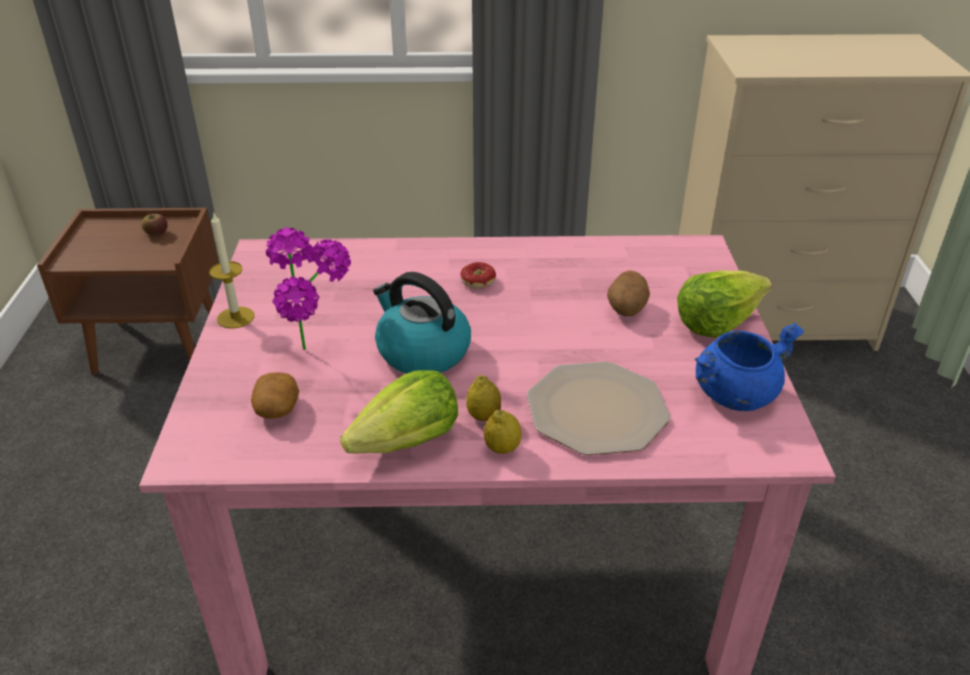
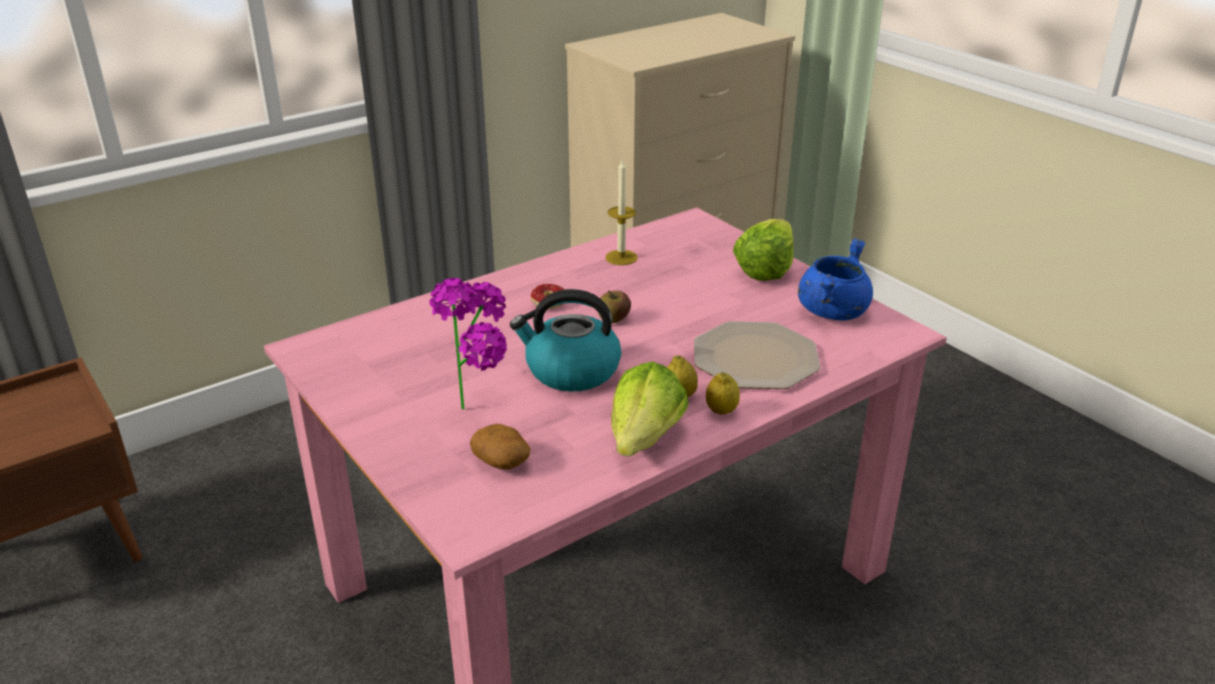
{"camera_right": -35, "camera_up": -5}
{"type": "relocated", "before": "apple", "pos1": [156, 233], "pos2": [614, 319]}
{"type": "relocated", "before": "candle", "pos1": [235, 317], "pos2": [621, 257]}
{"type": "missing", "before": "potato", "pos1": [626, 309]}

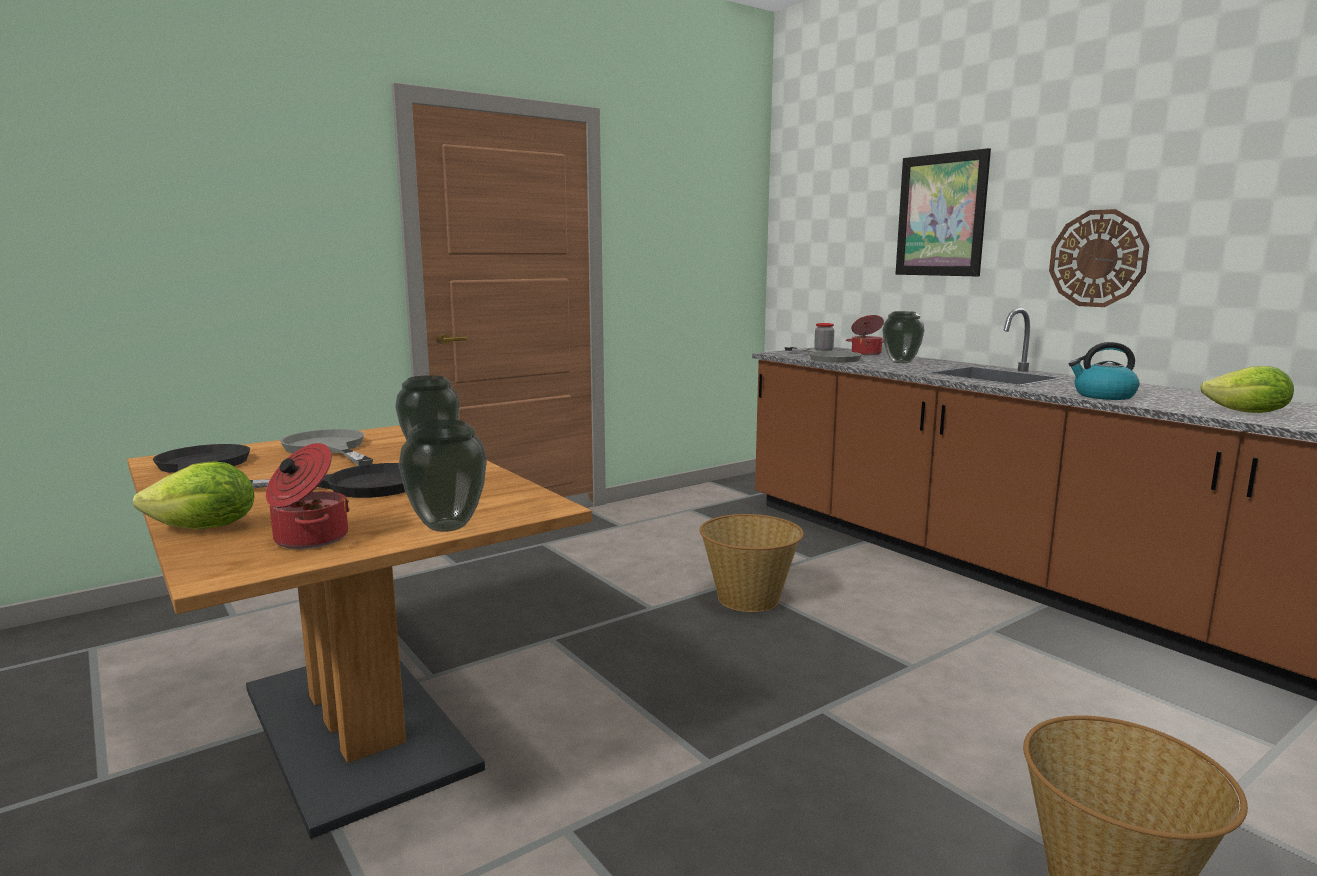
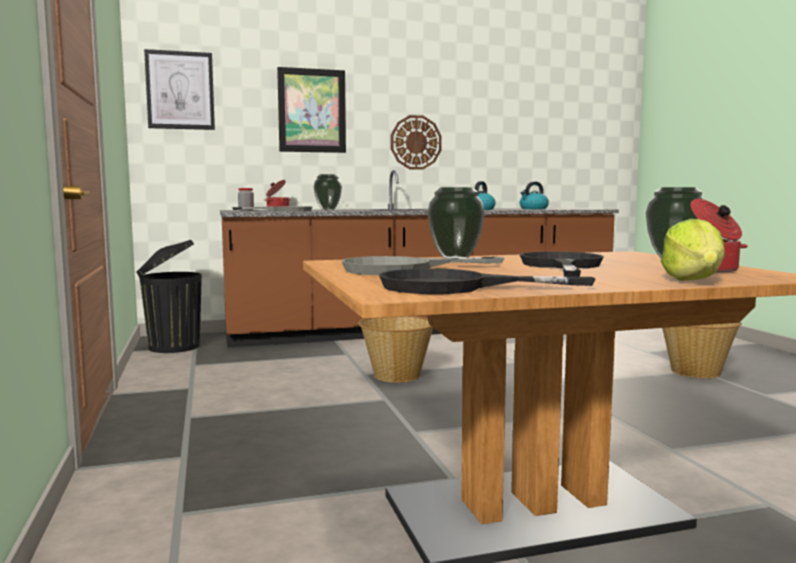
{"camera_right": -70, "camera_up": -5}
{"type": "exchanged", "before": "lettuce", "after": "kettle", "pos1": [1247, 413], "pos2": [533, 209]}
{"type": "appeared", "after": "black trash can", "pos2": [172, 347]}
{"type": "appeared", "after": "picture", "pos2": [180, 90]}

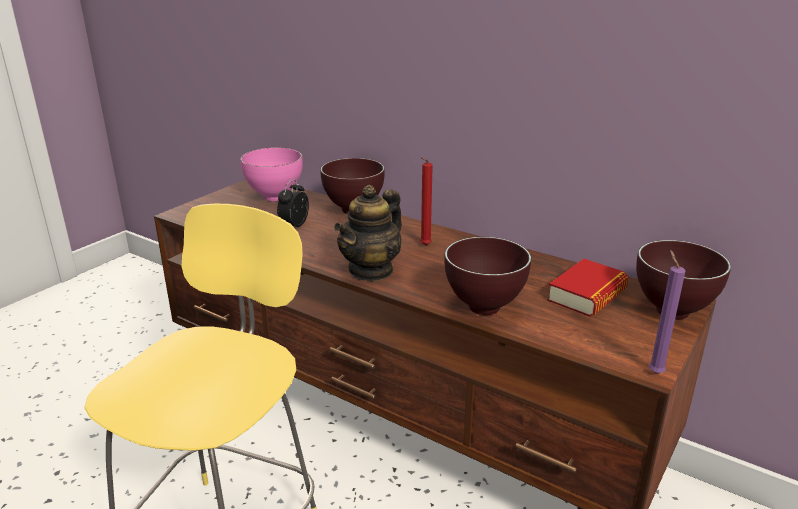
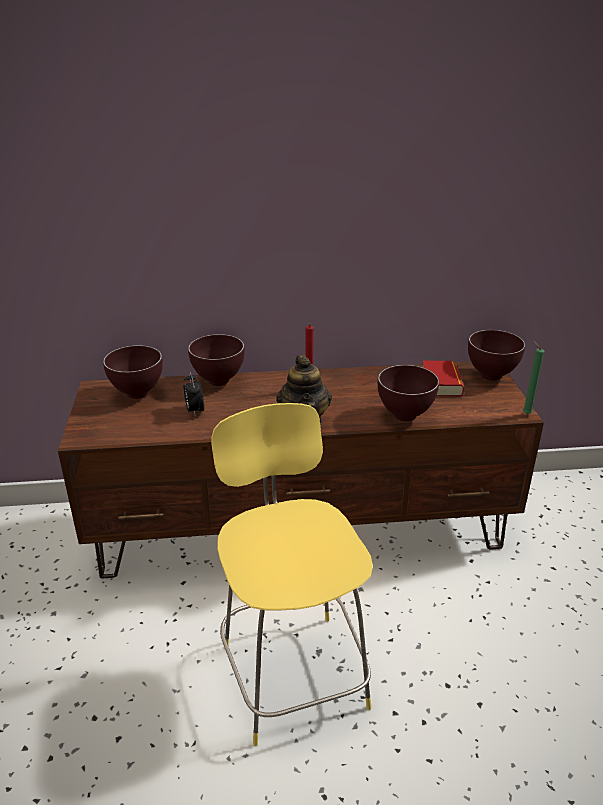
{"camera_right": -40, "camera_up": 5}
{"type": "colour", "before": "pink bowl", "after": "brown bowl", "pos1": [275, 197], "pos2": [137, 393]}
{"type": "colour", "before": "purple candle", "after": "green candle", "pos1": [654, 372], "pos2": [525, 414]}

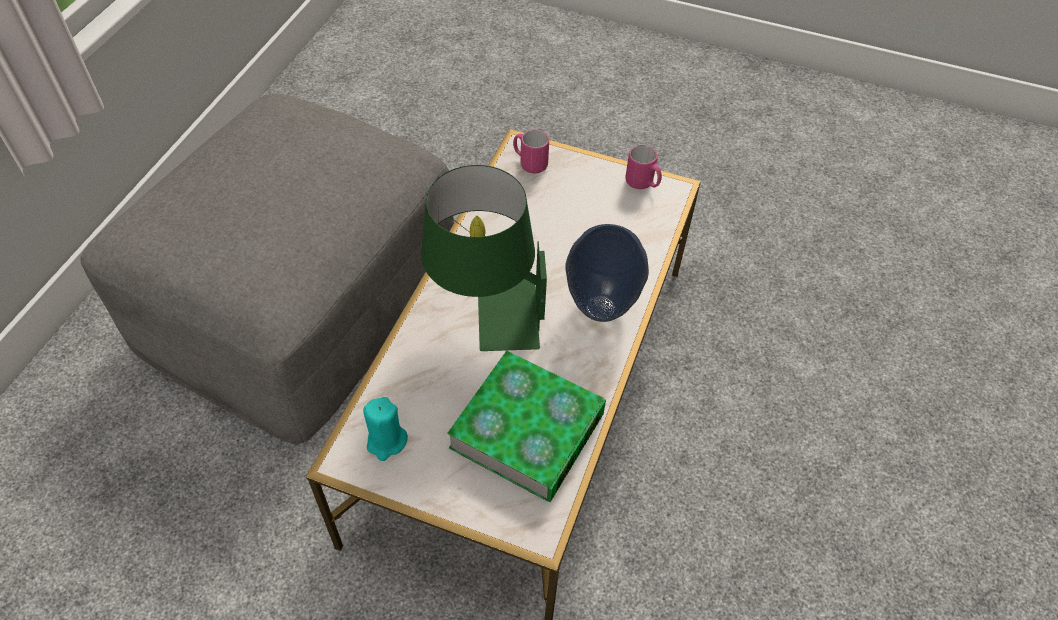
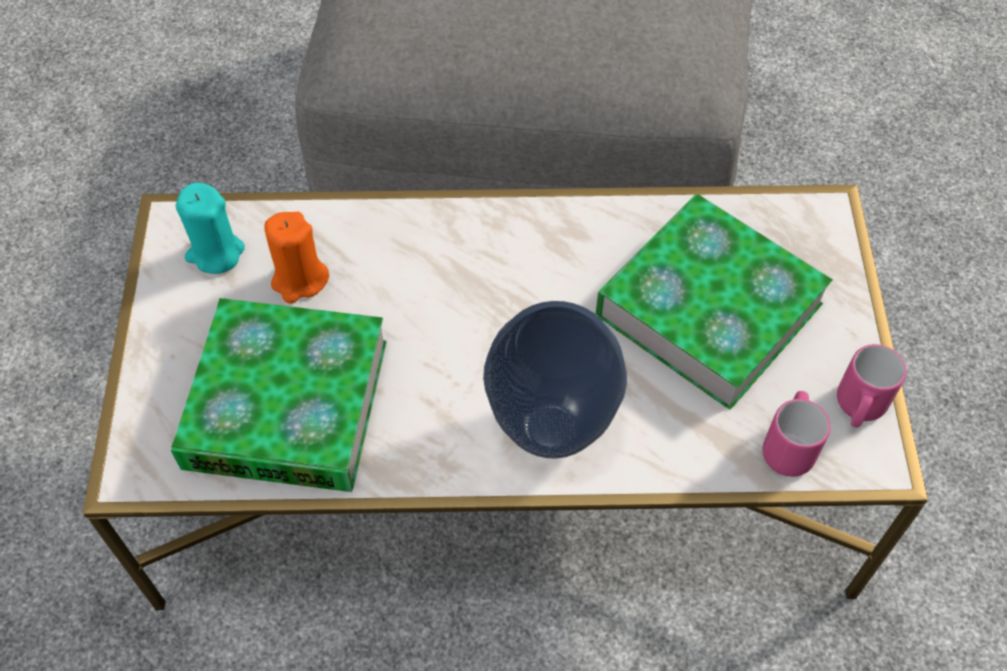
{"camera_right": 70, "camera_up": 5}
{"type": "missing", "before": "green table lamp", "pos1": [487, 314]}
{"type": "relocated", "before": "pink mug", "pos1": [529, 163], "pos2": [788, 445]}
{"type": "appeared", "after": "orange candle", "pos2": [299, 279]}
{"type": "appeared", "after": "book", "pos2": [708, 309]}

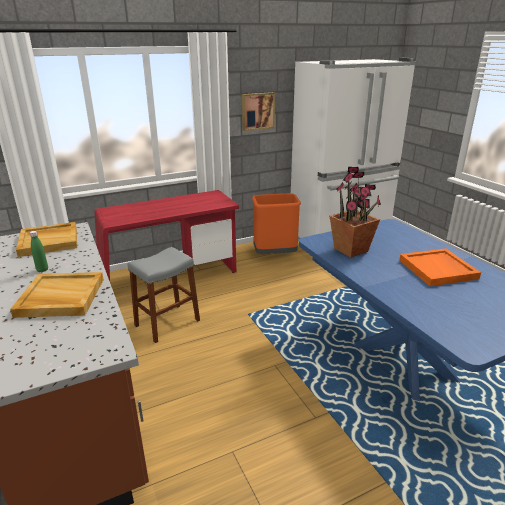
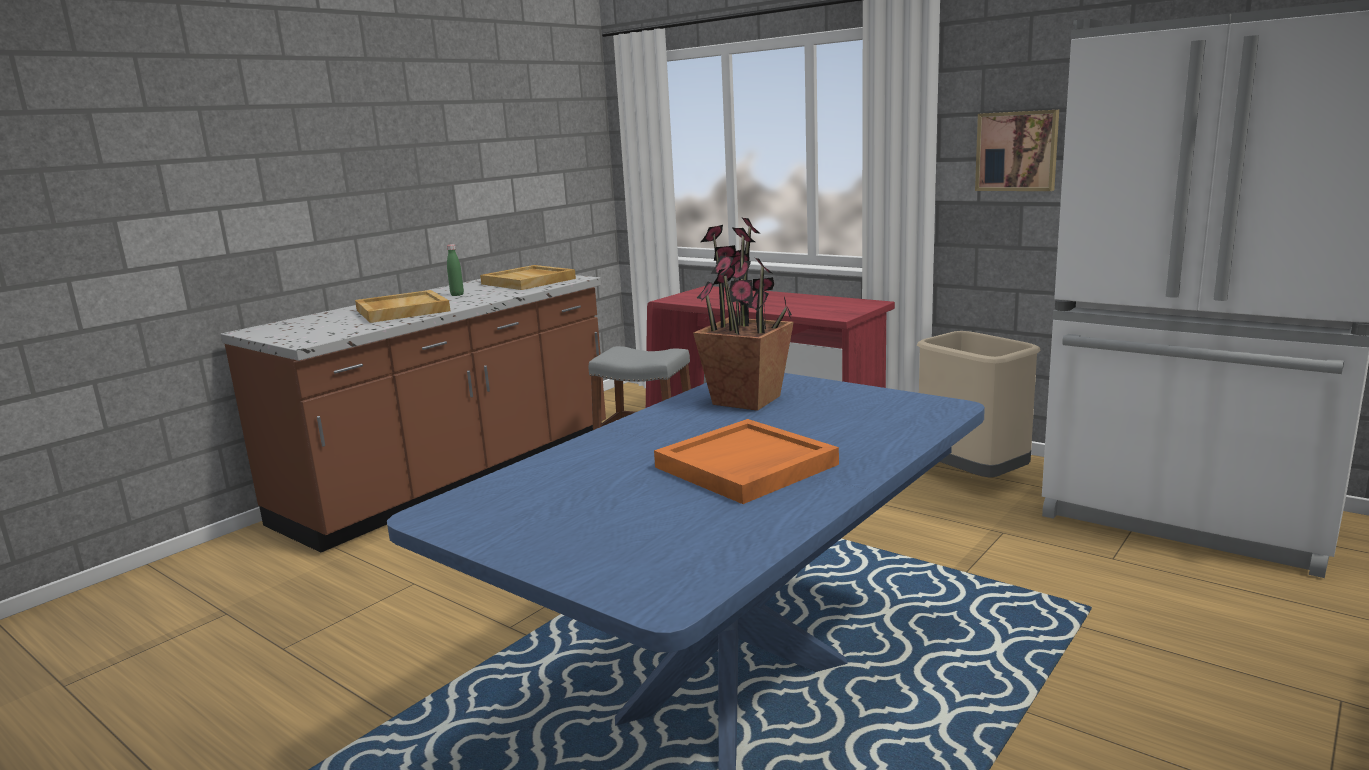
{"camera_right": 65, "camera_up": -10}
{"type": "colour", "before": "orange trash can", "after": "beige trash can", "pos1": [274, 255], "pos2": [971, 477]}

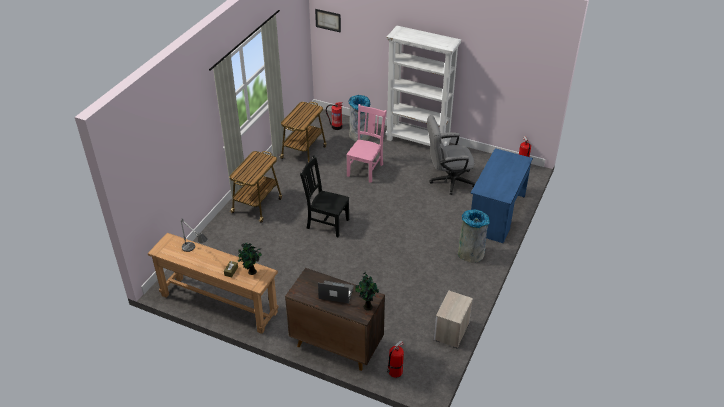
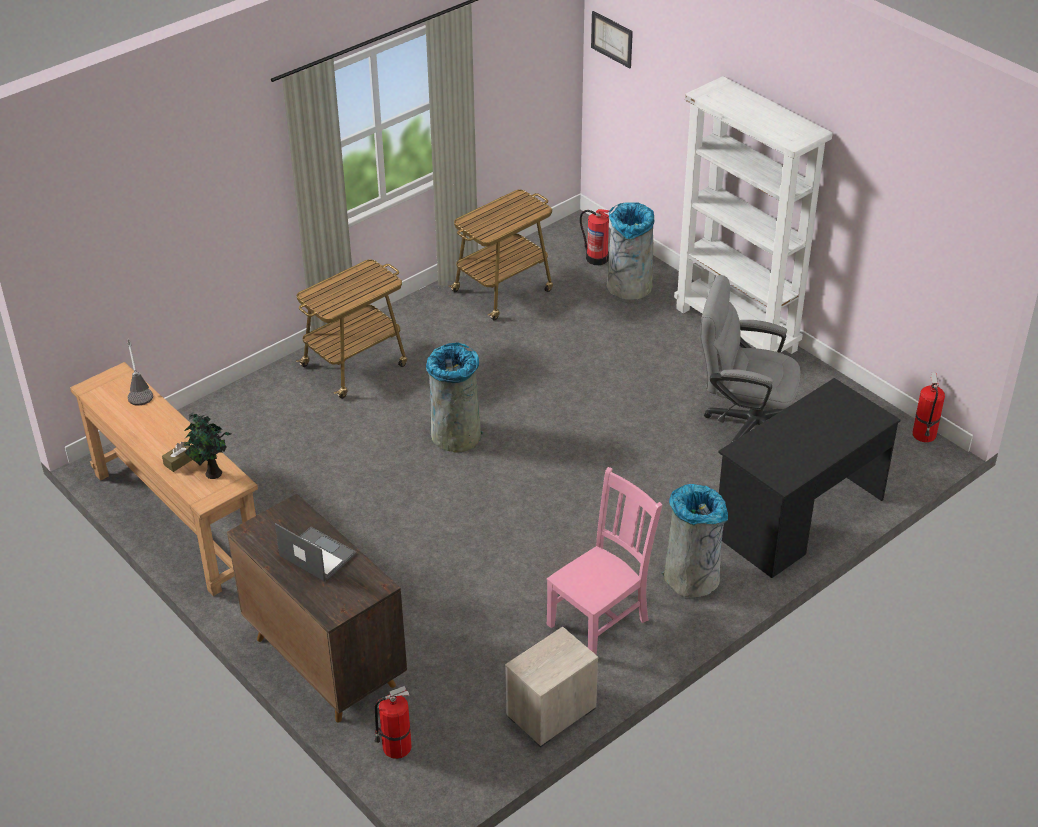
{"camera_right": 25, "camera_up": 0}
{"type": "exchanged", "before": "black chair", "after": "grey trash can", "pos1": [326, 223], "pos2": [455, 435]}
{"type": "relocated", "before": "pink chair", "pos1": [365, 169], "pos2": [600, 620]}
{"type": "missing", "before": "potted plant", "pos1": [367, 306]}
{"type": "colour", "before": "blue desk", "after": "black desk", "pos1": [497, 214], "pos2": [799, 518]}

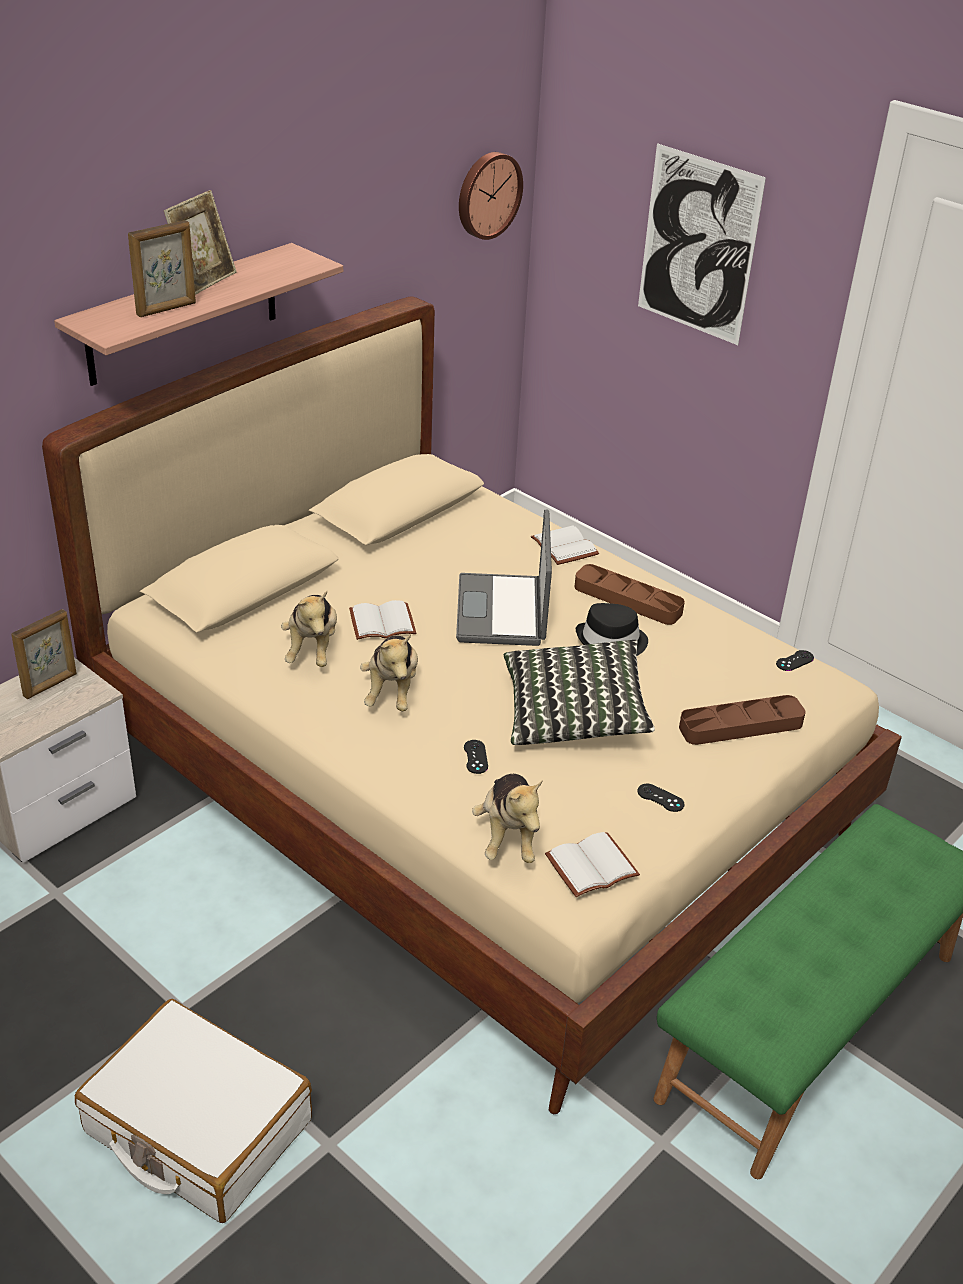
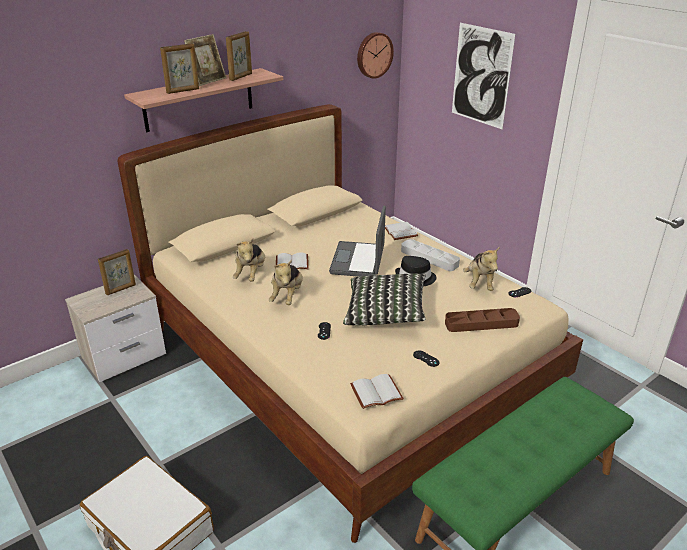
{"camera_right": 10, "camera_up": -5}
{"type": "relocated", "before": "plush toy", "pos1": [508, 836], "pos2": [479, 283]}
{"type": "colour", "before": "brown tray", "after": "grey tray", "pos1": [628, 600], "pos2": [429, 258]}
{"type": "appeared", "after": "picture frame", "pos2": [241, 77]}

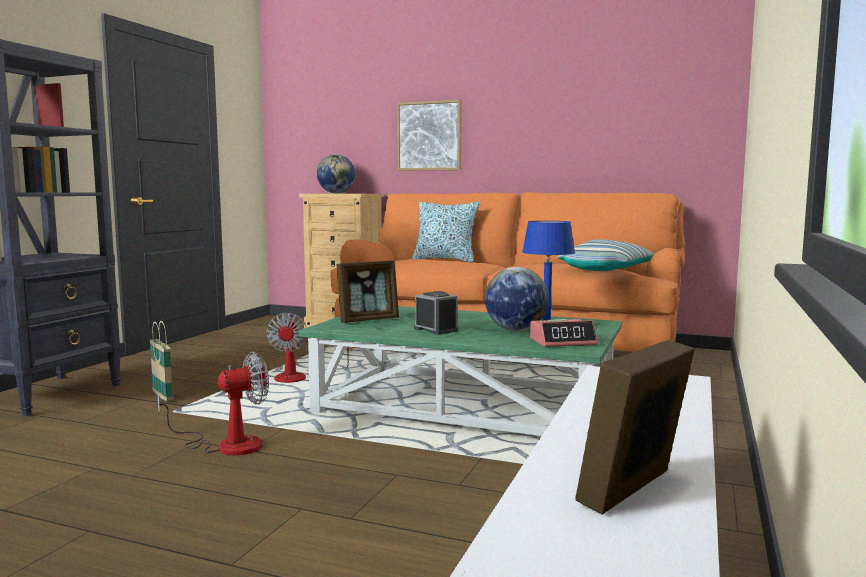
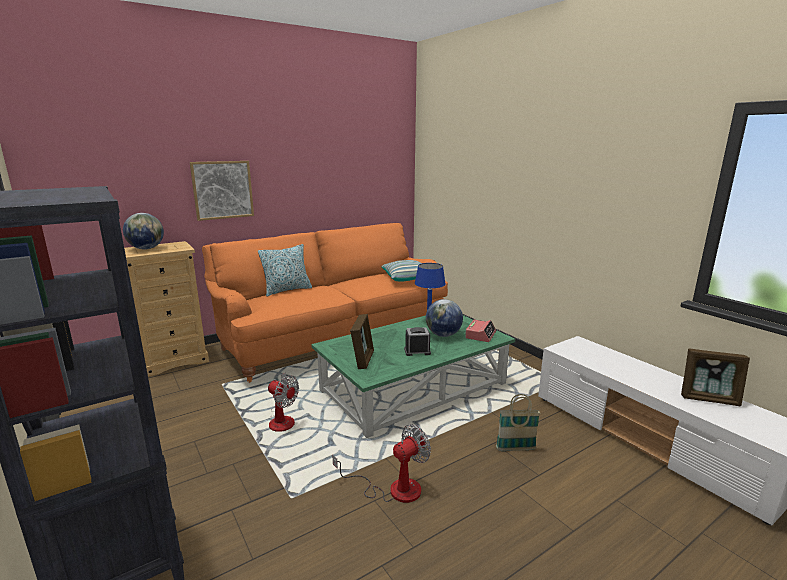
{"camera_right": -55, "camera_up": 10}
{"type": "relocated", "before": "basket", "pos1": [162, 396], "pos2": [515, 449]}
{"type": "spun", "before": "fan", "pos1": [226, 445], "pos2": [393, 489], "turn": 45}
{"type": "spun", "before": "picture frame", "pos1": [633, 490], "pos2": [709, 399], "turn": -60}

